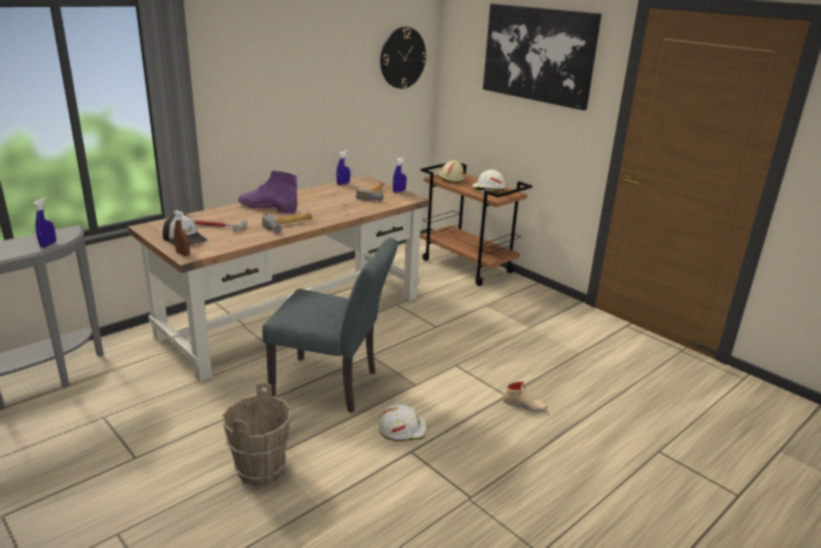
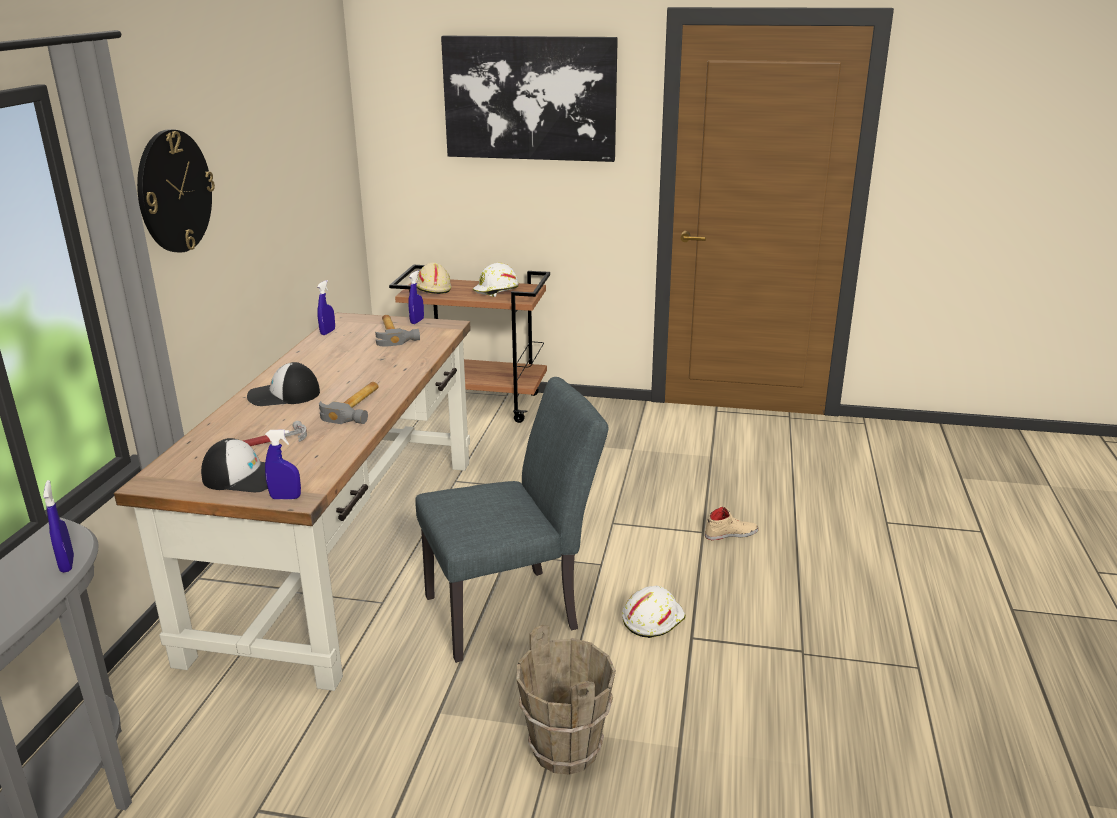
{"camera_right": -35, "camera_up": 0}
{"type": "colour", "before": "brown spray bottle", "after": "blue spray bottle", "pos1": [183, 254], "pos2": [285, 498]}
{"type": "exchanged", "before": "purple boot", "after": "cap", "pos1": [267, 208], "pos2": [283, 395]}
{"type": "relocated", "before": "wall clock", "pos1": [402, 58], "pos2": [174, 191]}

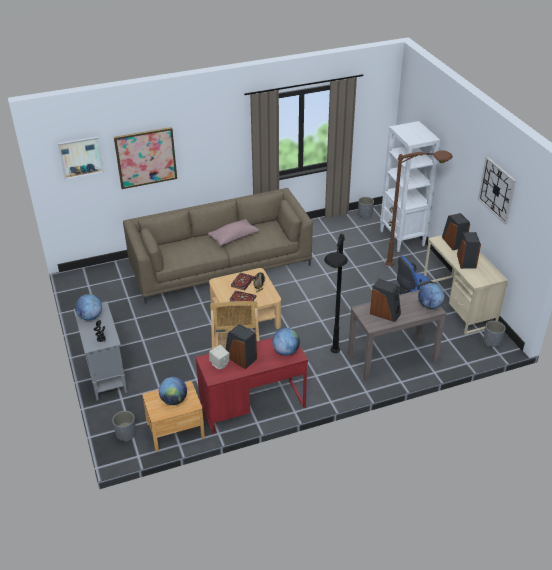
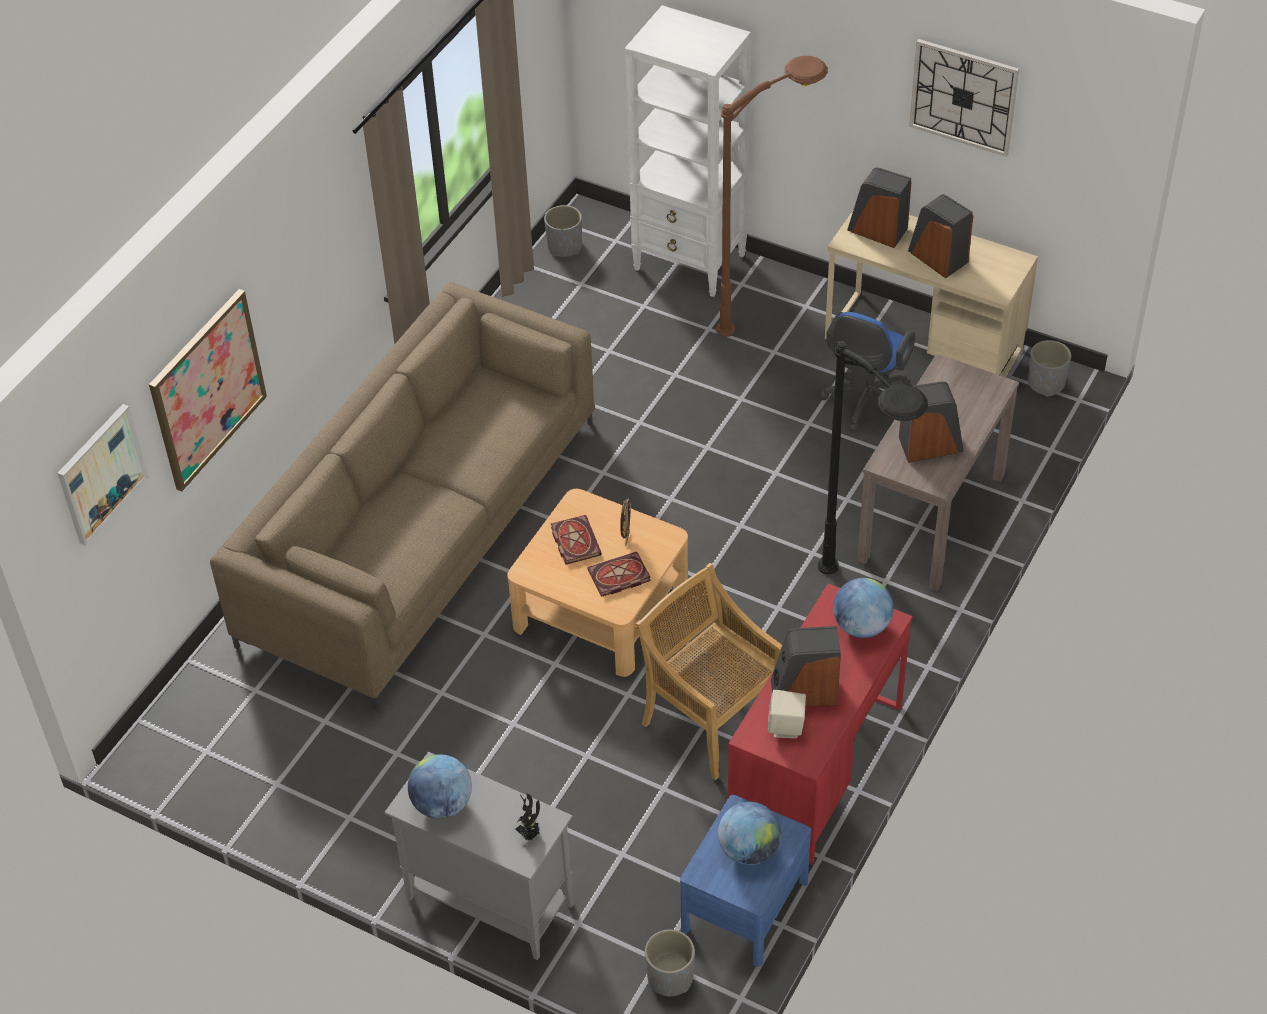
{"camera_right": -40, "camera_up": 10}
{"type": "colour", "before": "brown nightstand", "after": "blue nightstand", "pos1": [175, 430], "pos2": [744, 905]}
{"type": "missing", "before": "pink pillow", "pos1": [233, 237]}
{"type": "missing", "before": "globe", "pos1": [429, 305]}

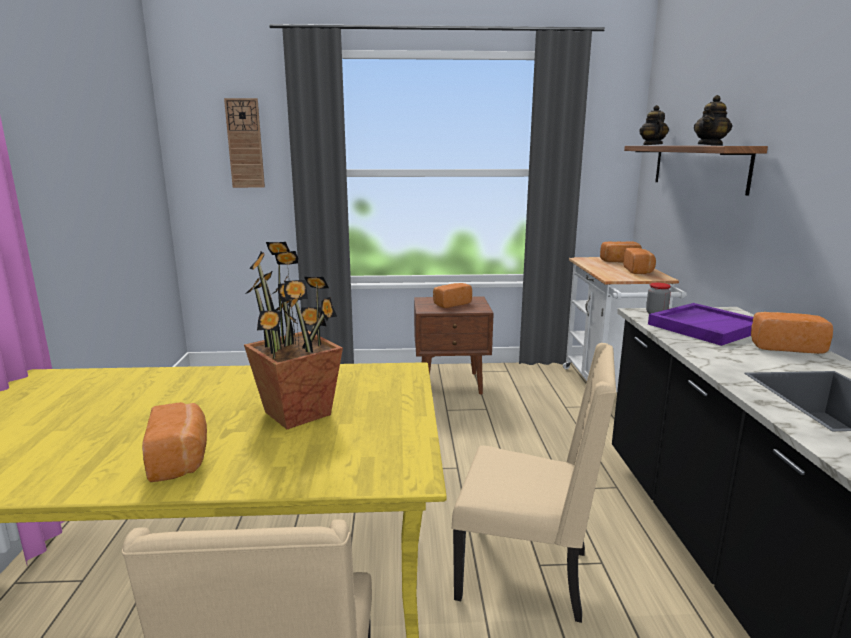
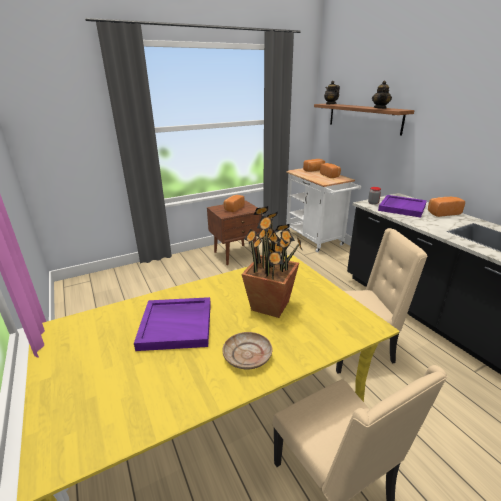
{"camera_right": -25, "camera_up": 10}
{"type": "exchanged", "before": "bread", "after": "beige plate", "pos1": [181, 458], "pos2": [247, 356]}
{"type": "missing", "before": "wall clock", "pos1": [245, 143]}
{"type": "appeared", "after": "purple tray", "pos2": [177, 325]}

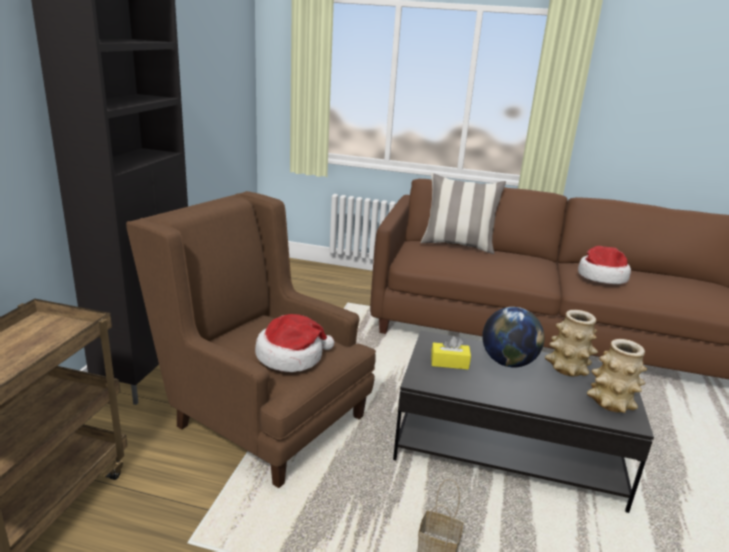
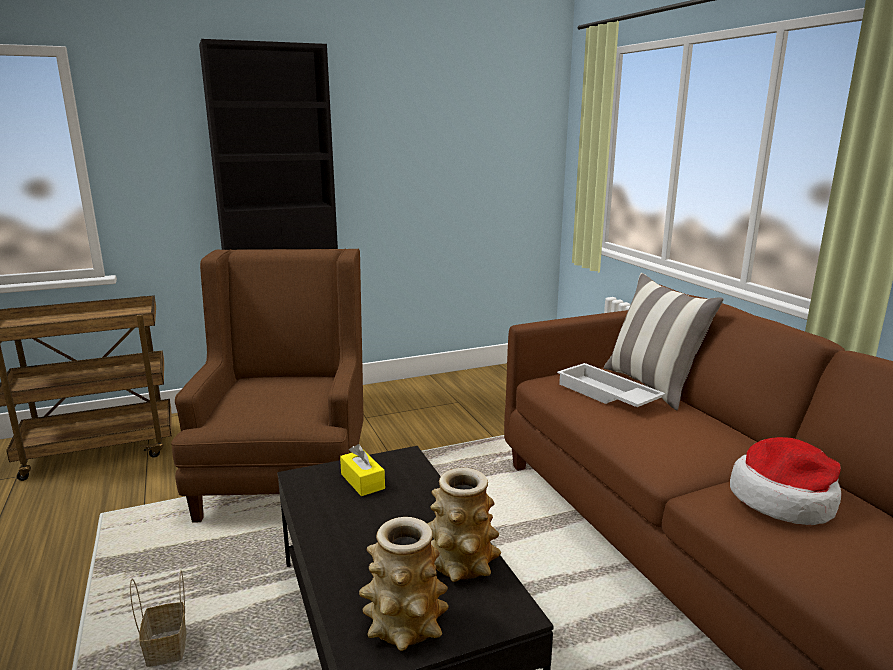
{"camera_right": 55, "camera_up": -5}
{"type": "missing", "before": "hat", "pos1": [291, 356]}
{"type": "missing", "before": "globe", "pos1": [508, 362]}
{"type": "appeared", "after": "white tray", "pos2": [606, 395]}

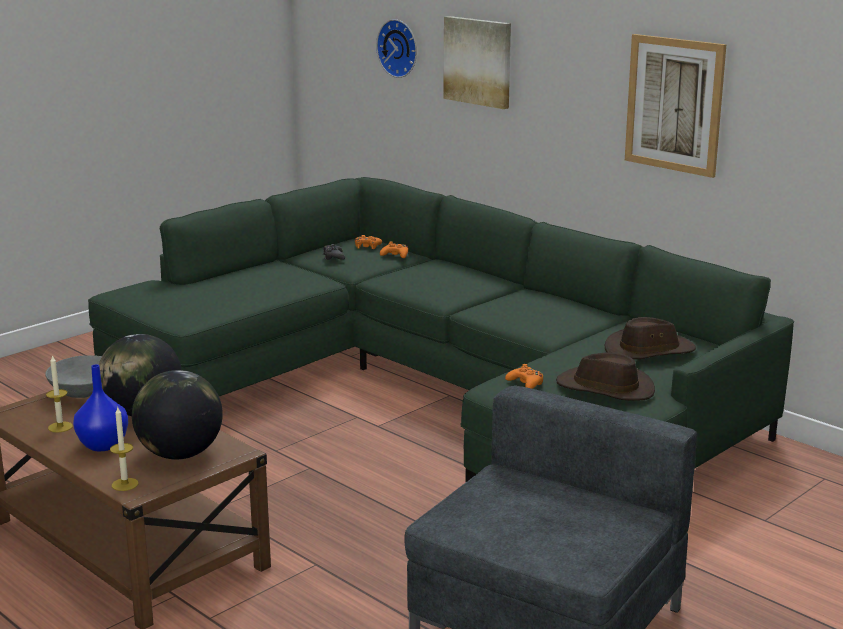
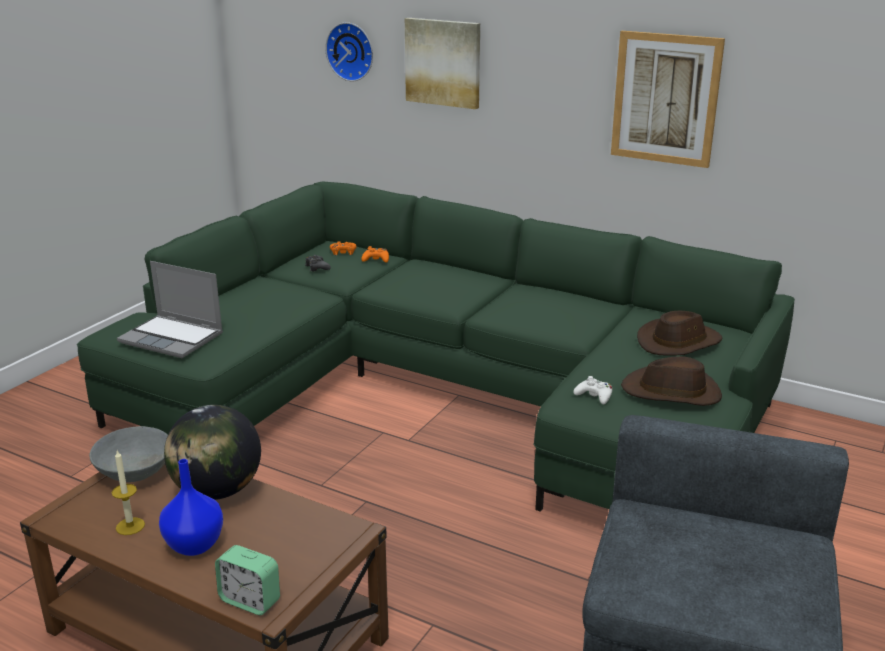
{"camera_right": -15, "camera_up": 5}
{"type": "exchanged", "before": "candle", "after": "alarm clock", "pos1": [125, 484], "pos2": [250, 600]}
{"type": "missing", "before": "globe", "pos1": [180, 454]}
{"type": "colour", "before": "orange game controller", "after": "white game controller", "pos1": [525, 383], "pos2": [594, 396]}
{"type": "appeared", "after": "laptop", "pos2": [173, 338]}

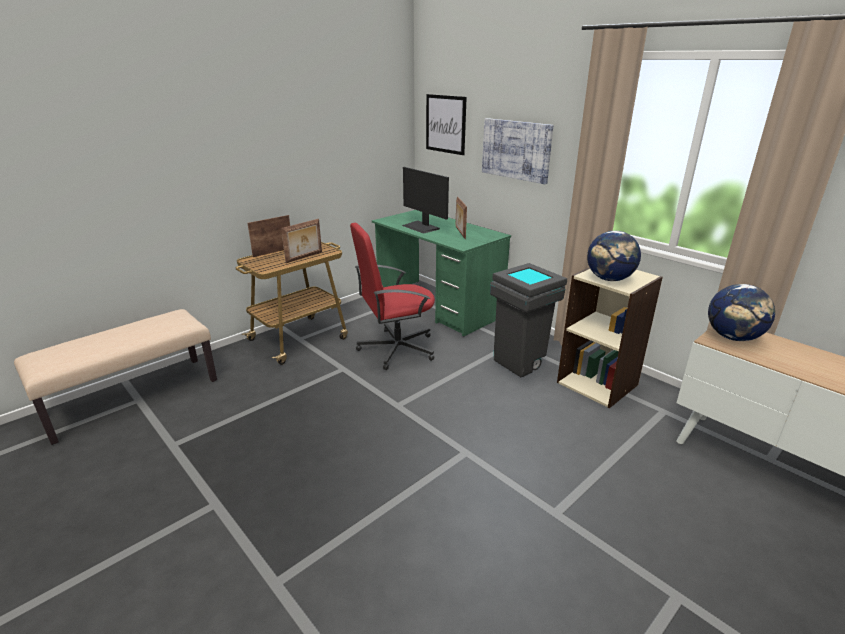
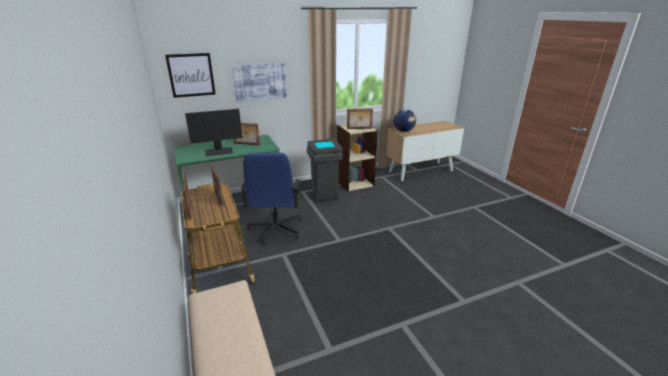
{"camera_right": -70, "camera_up": 0}
{"type": "colour", "before": "red office chair", "after": "blue office chair", "pos1": [396, 349], "pos2": [276, 229]}
{"type": "exchanged", "before": "globe", "after": "picture frame", "pos1": [609, 279], "pos2": [359, 129]}

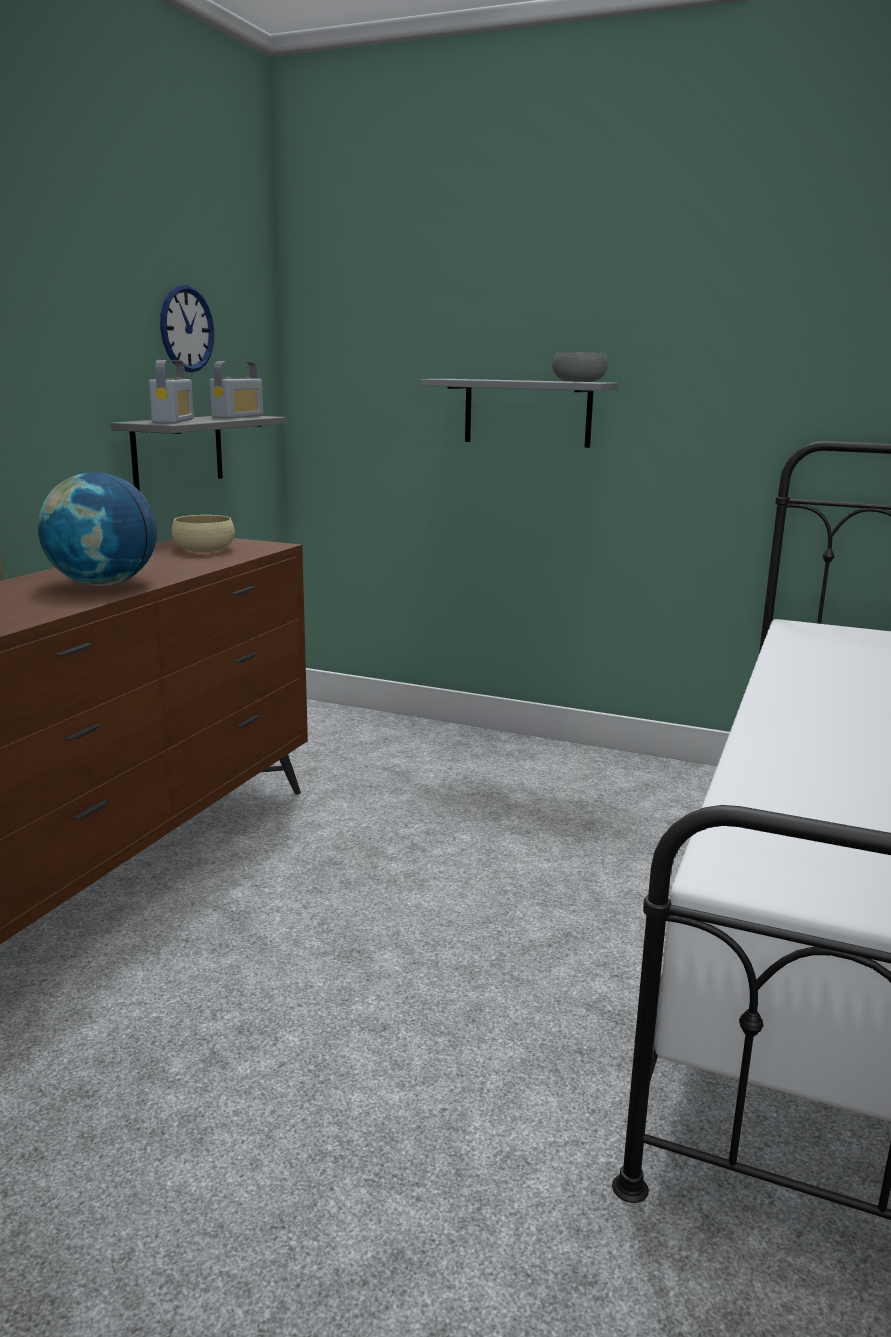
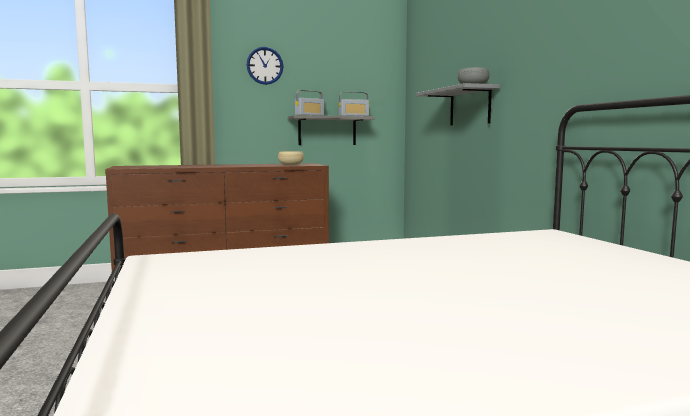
{"camera_right": 50, "camera_up": -10}
{"type": "missing", "before": "globe", "pos1": [103, 584]}
{"type": "relocated", "before": "wall clock", "pos1": [186, 329], "pos2": [265, 65]}

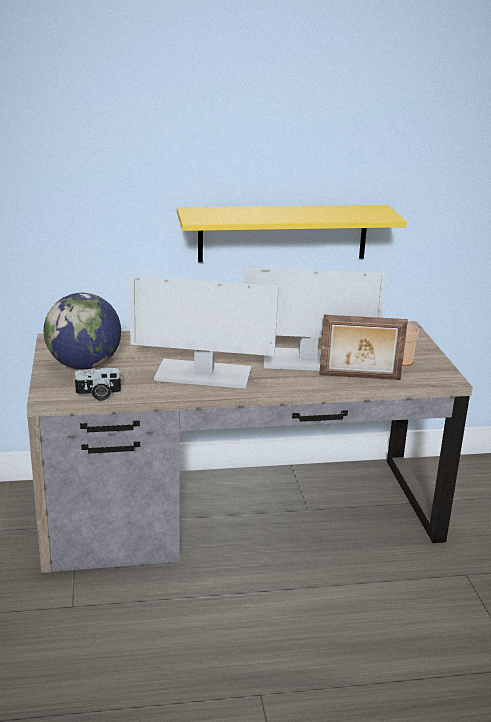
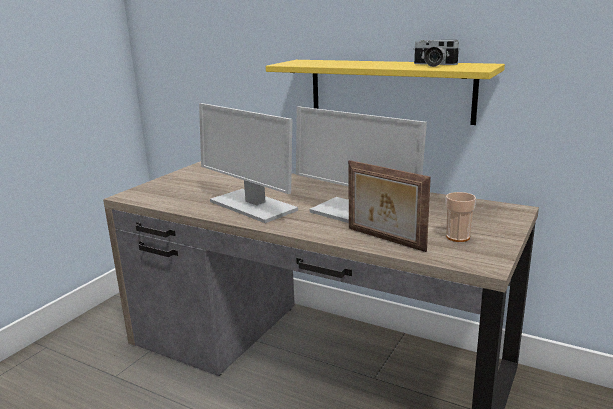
{"camera_right": 40, "camera_up": -5}
{"type": "missing", "before": "globe", "pos1": [84, 365]}
{"type": "relocated", "before": "photo camera", "pos1": [98, 395], "pos2": [433, 65]}

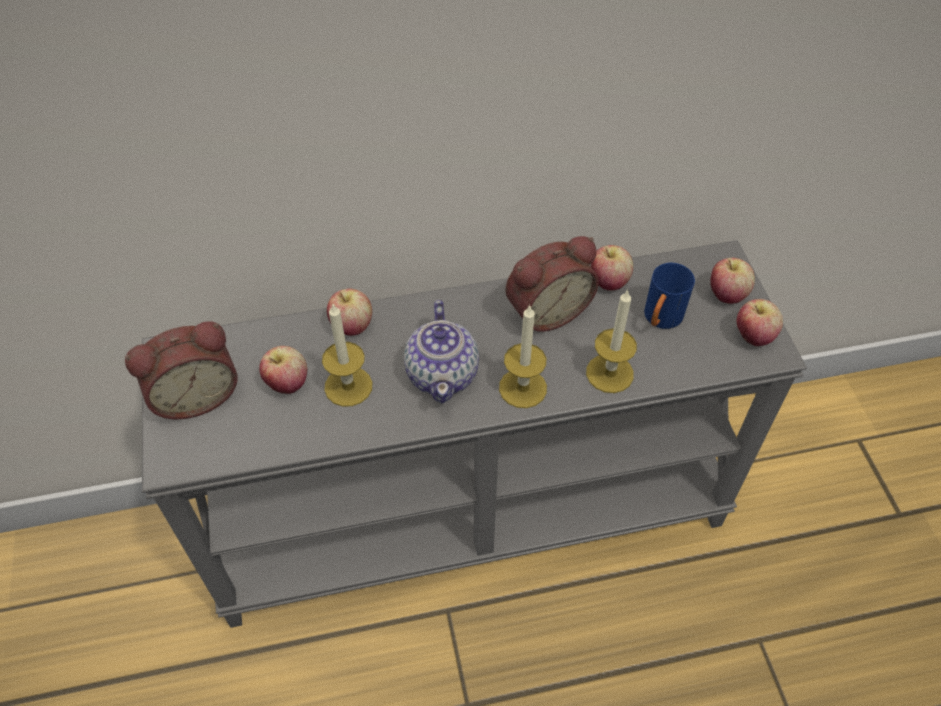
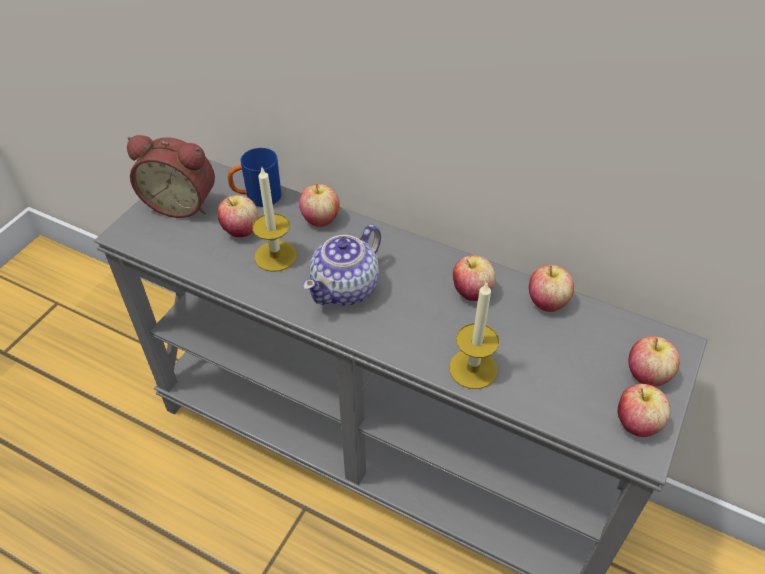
{"camera_right": 40, "camera_up": -5}
{"type": "missing", "before": "candle", "pos1": [522, 388]}
{"type": "exchanged", "before": "alarm clock", "after": "apple", "pos1": [546, 310], "pos2": [471, 292]}
{"type": "relocated", "before": "blue mug", "pos1": [660, 320], "pos2": [257, 198]}

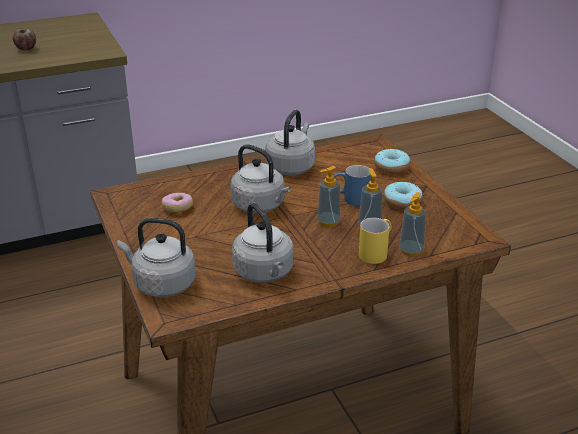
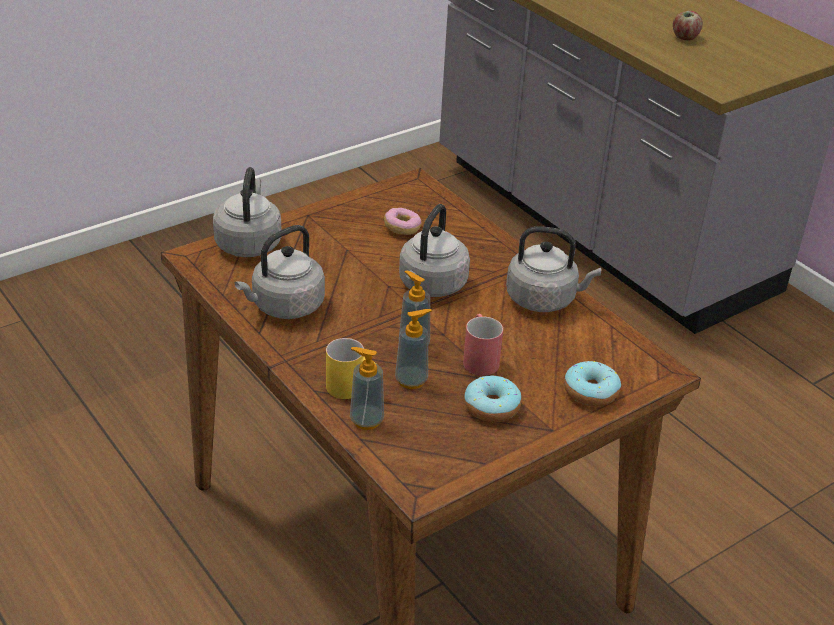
{"camera_right": 75, "camera_up": 5}
{"type": "colour", "before": "blue mug", "after": "red mug", "pos1": [349, 199], "pos2": [479, 358]}

